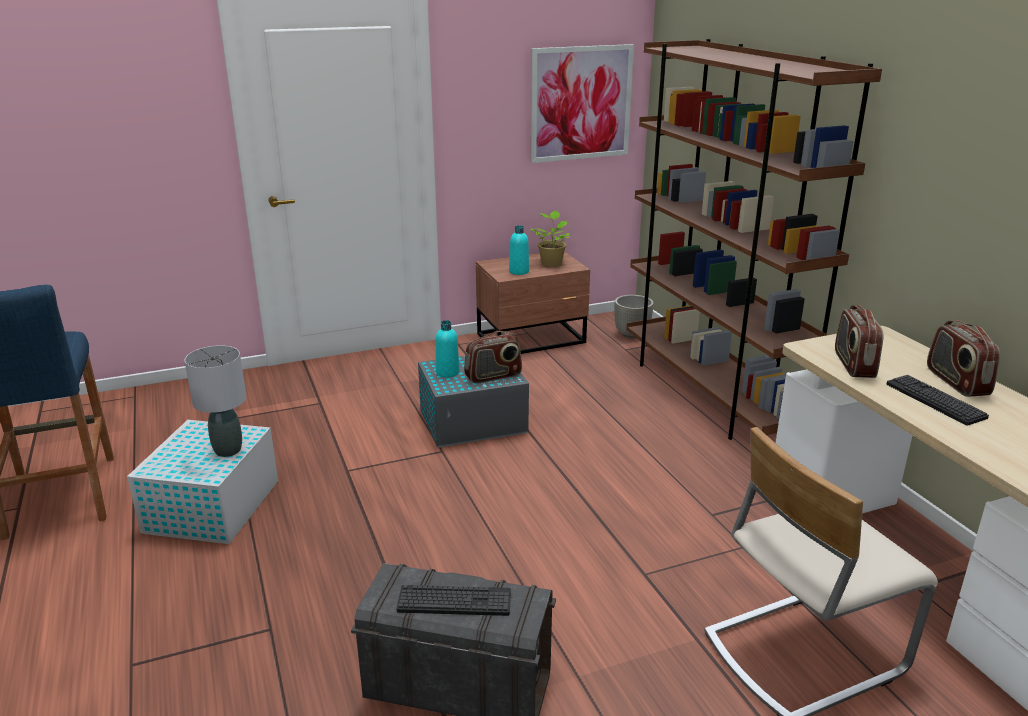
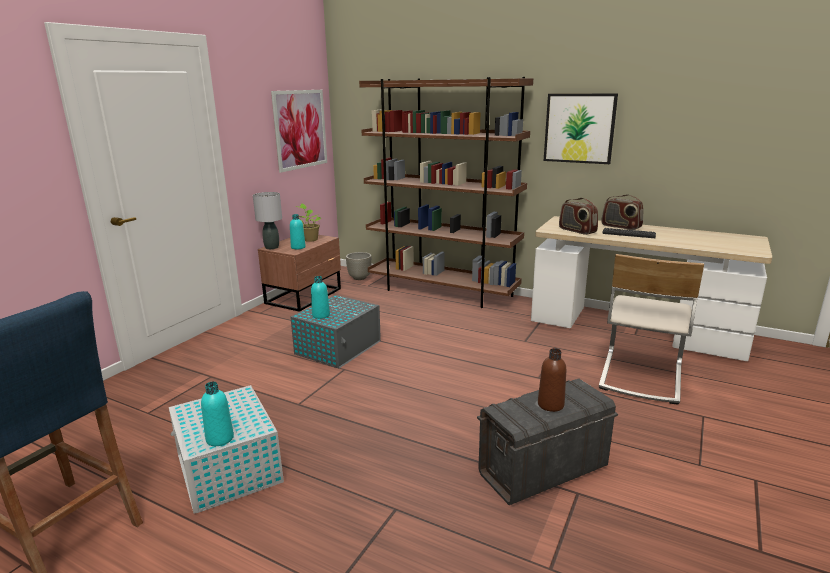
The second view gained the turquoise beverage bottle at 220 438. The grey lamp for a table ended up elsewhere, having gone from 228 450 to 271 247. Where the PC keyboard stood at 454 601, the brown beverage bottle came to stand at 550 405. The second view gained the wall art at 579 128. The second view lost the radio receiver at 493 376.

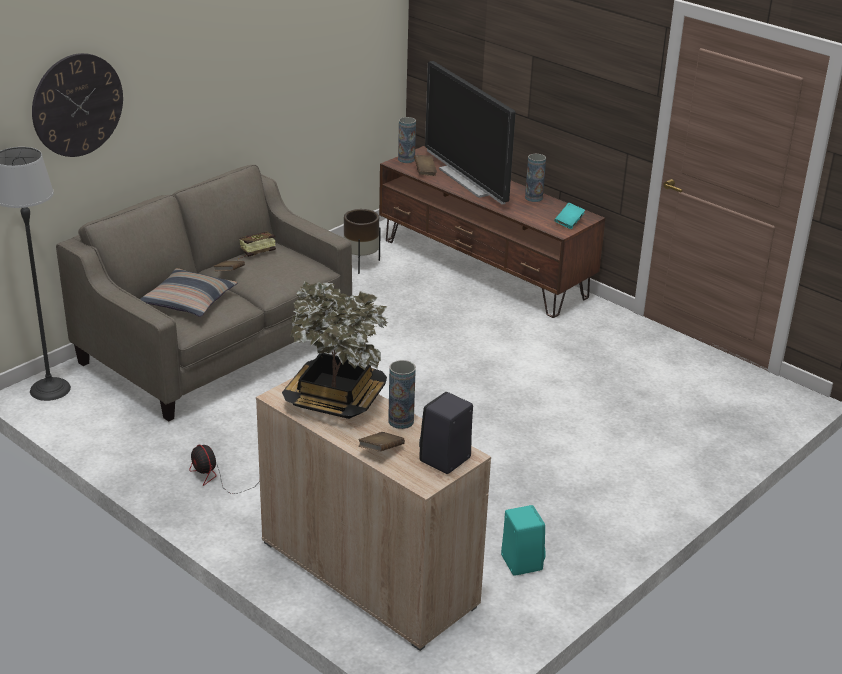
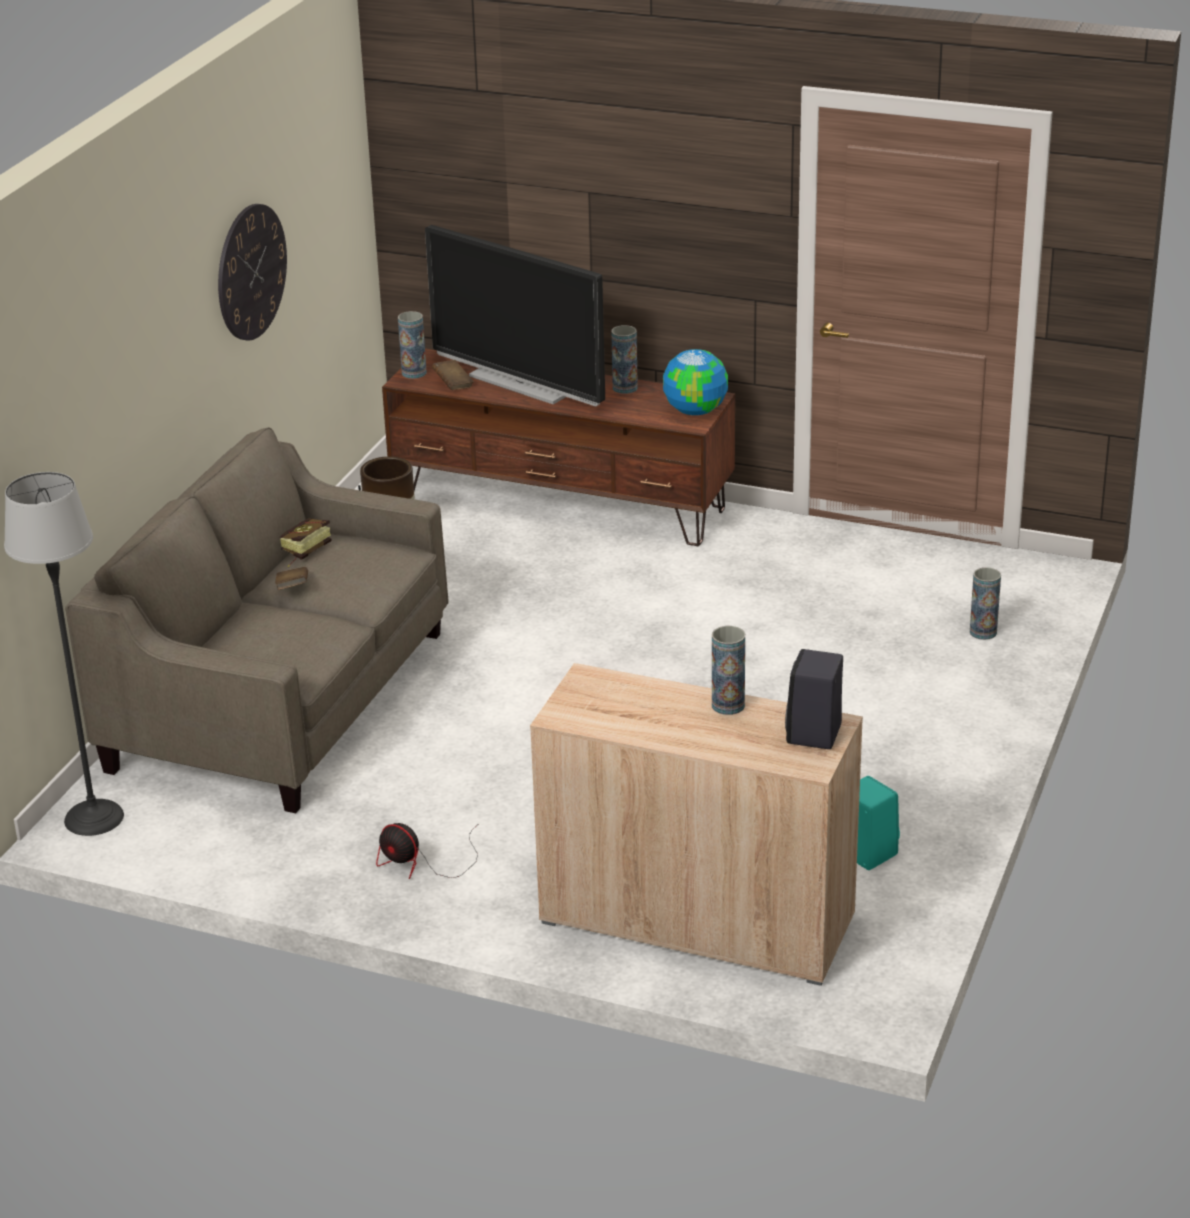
The hanging clock ended up elsewhere, having gone from 77 105 to 251 272. Where the turquoise book stood at 569 222, the globe came to stand at 695 411. The second view gained the flower vase at 983 632. The second view lost the throw pillow at 189 301. The second view lost the potted plant at 334 399. The second view lost the brown book at 381 451.

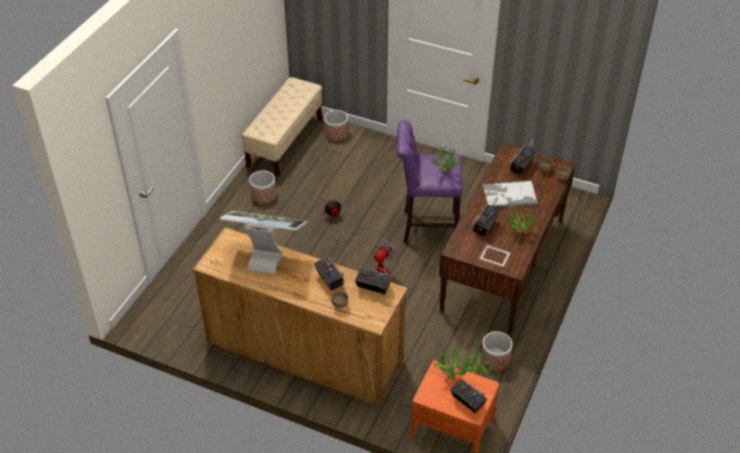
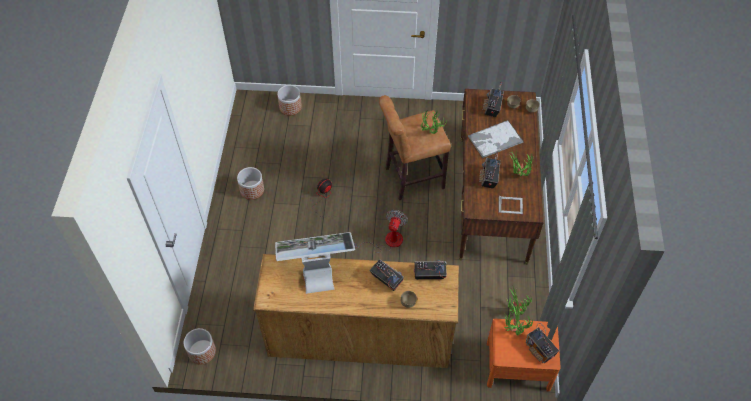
The planter ended up elsewhere, having gone from 495 359 to 202 352. What was the purple-coloured sitting stool at 426 227 turned into the brown sitting stool at 411 179. The radio receiver at 467 402 ended up facing another way, 150 degrees counterclockwise from before. The second view lost the beige bench at 285 143.

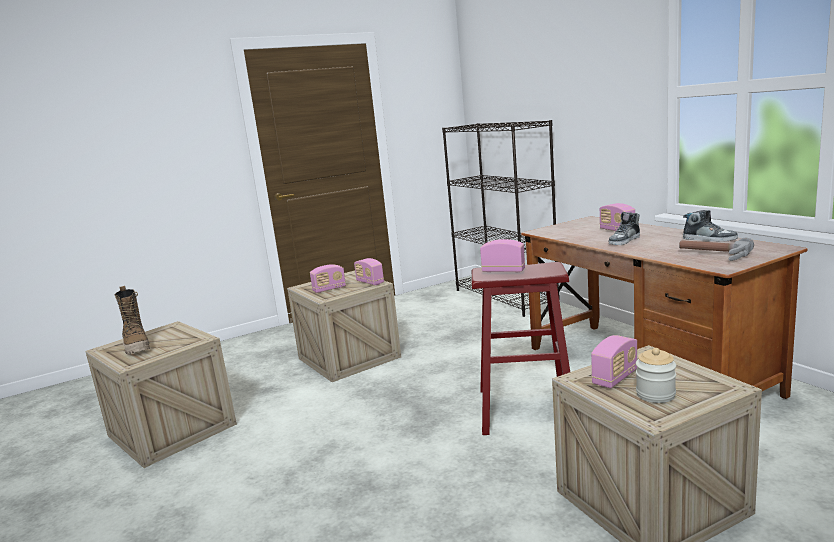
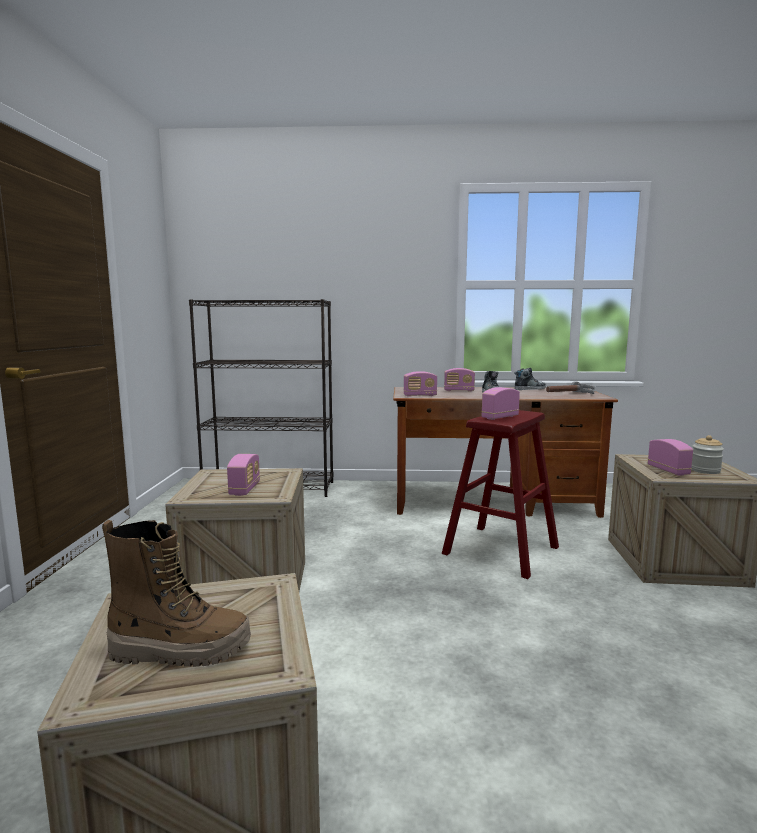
The radio receiver ended up elsewhere, having gone from 370 282 to 420 395.

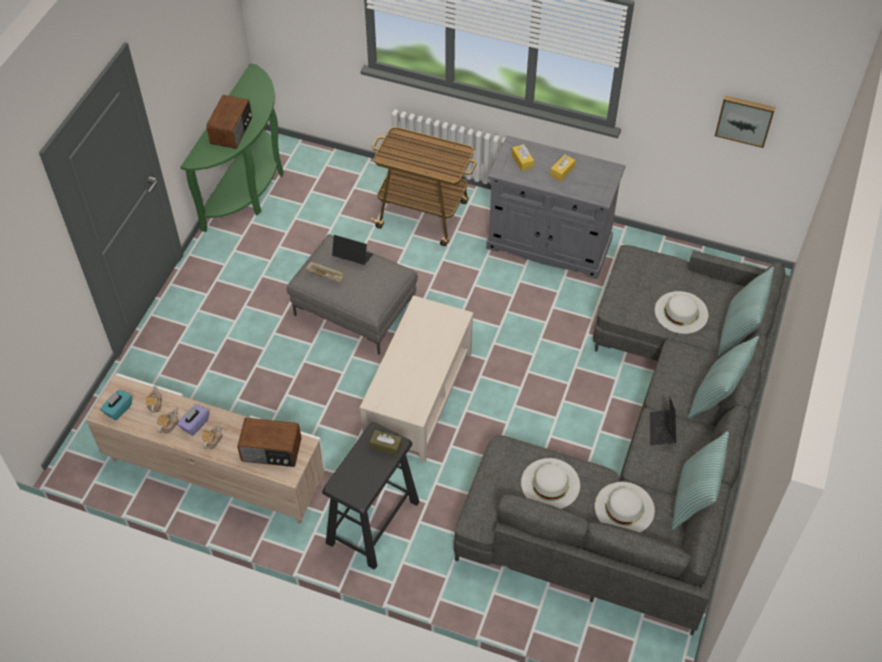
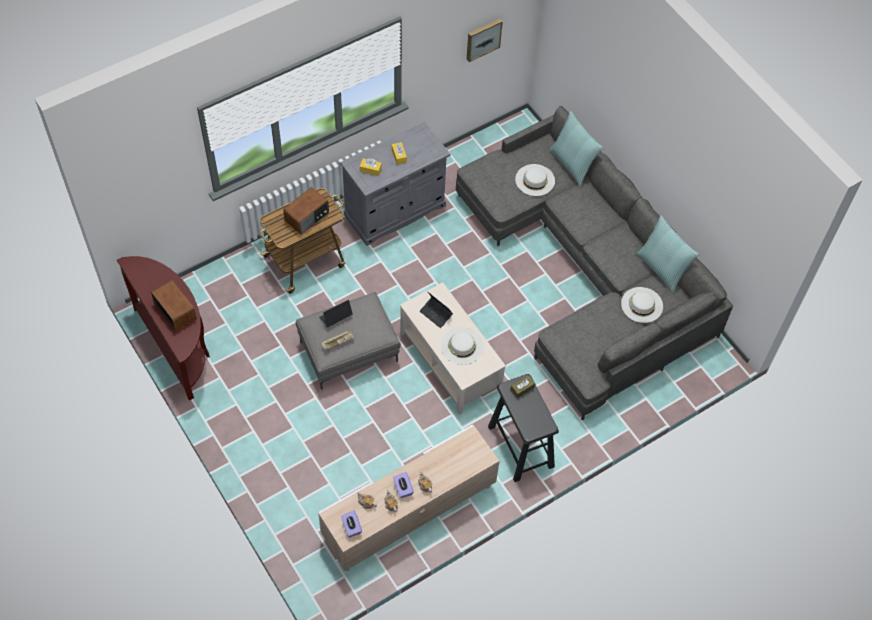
What was the greenish narrow table at 248 188 turned into the brown narrow table at 177 346. The radio receiver ended up elsewhere, having gone from 271 451 to 307 217. What was the turquoise box of tissues at 118 409 turned into the purple-coloured box of tissues at 351 527. The portable computer ended up elsewhere, having gone from 662 430 to 436 314. The whitish wearable hat ended up elsewhere, having gone from 550 484 to 462 346. The second view lost the throw pillow at 716 397.

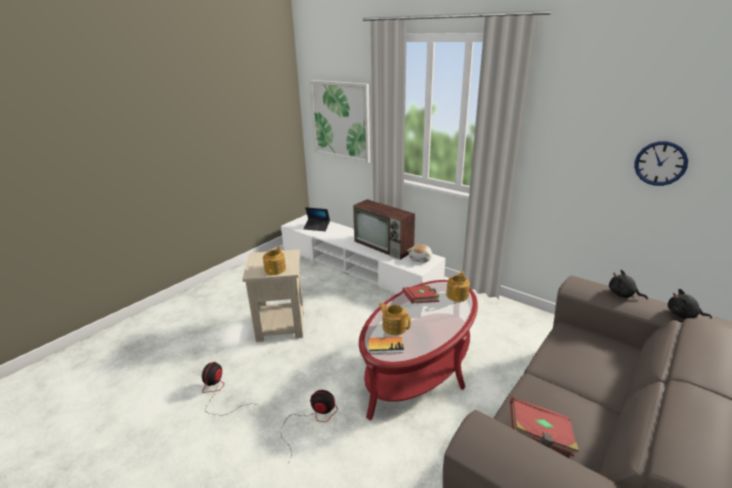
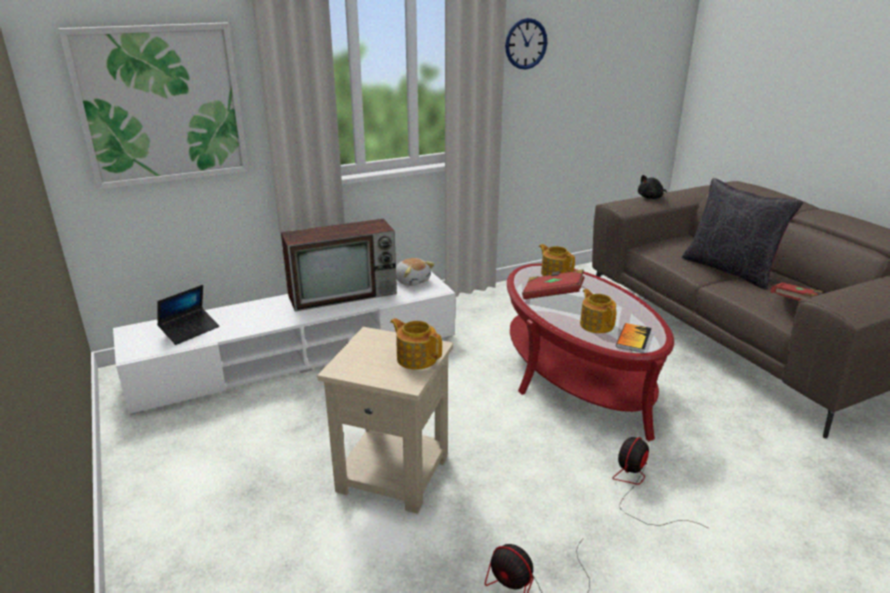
The hanging clock ended up elsewhere, having gone from 660 163 to 526 44. The tea pot at 394 327 ended up facing another way, 90 degrees clockwise from before. The second view gained the blackish throw pillow at 730 270. The second view lost the blackish plush toy at 683 315.

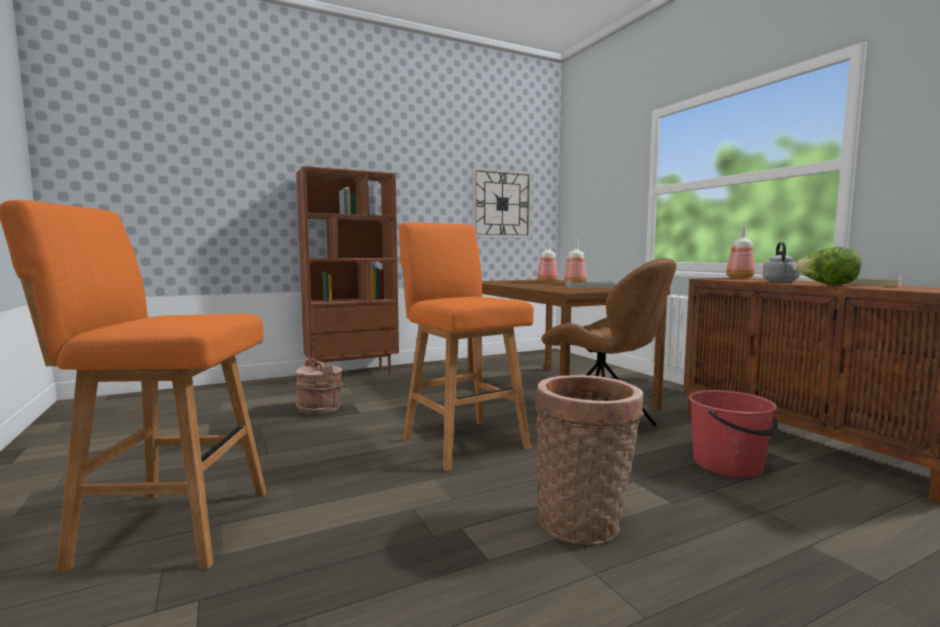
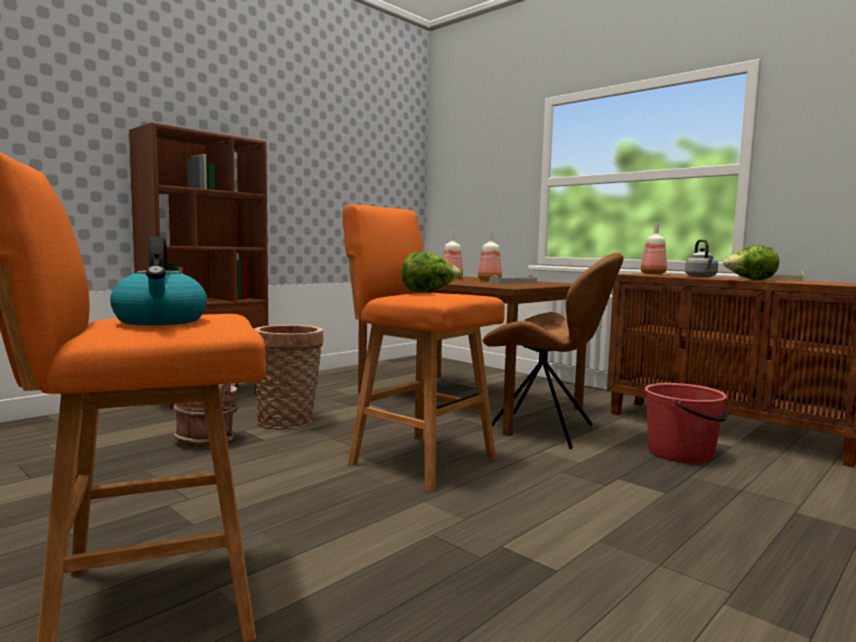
The second view gained the kettle at 161 321. The household basket ended up elsewhere, having gone from 584 524 to 289 422. The second view gained the lettuce head at 428 292. The second view lost the hanging clock at 501 204.

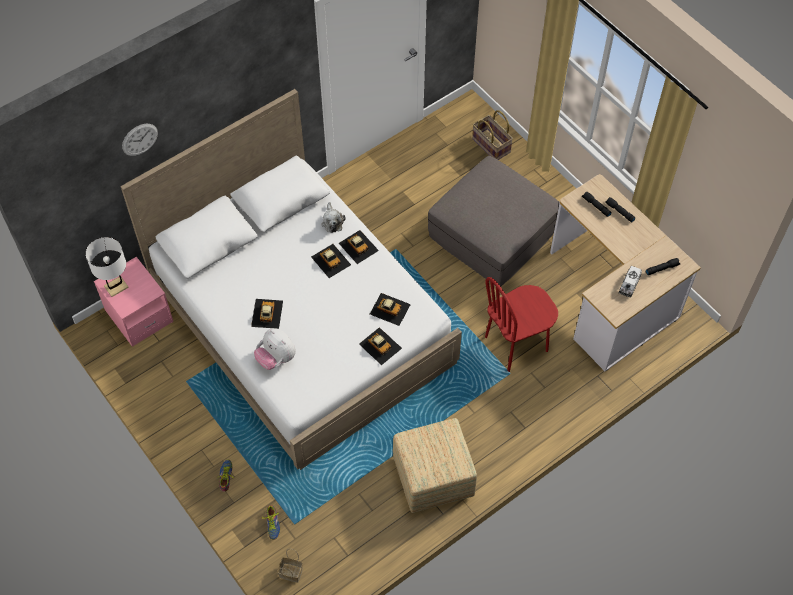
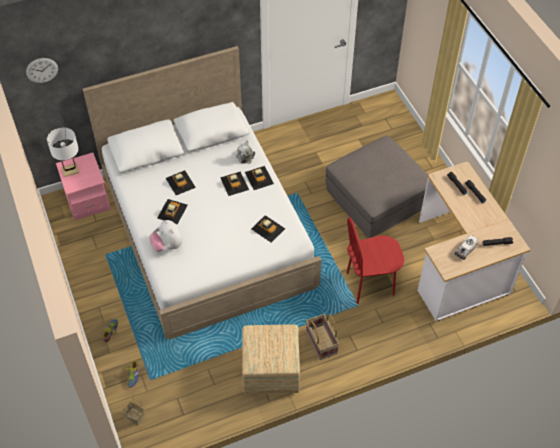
The hanging clock ended up elsewhere, having gone from 139 139 to 42 70. The miniature car ended up elsewhere, having gone from 380 345 to 180 182. The household basket ended up elsewhere, having gone from 490 145 to 321 342.

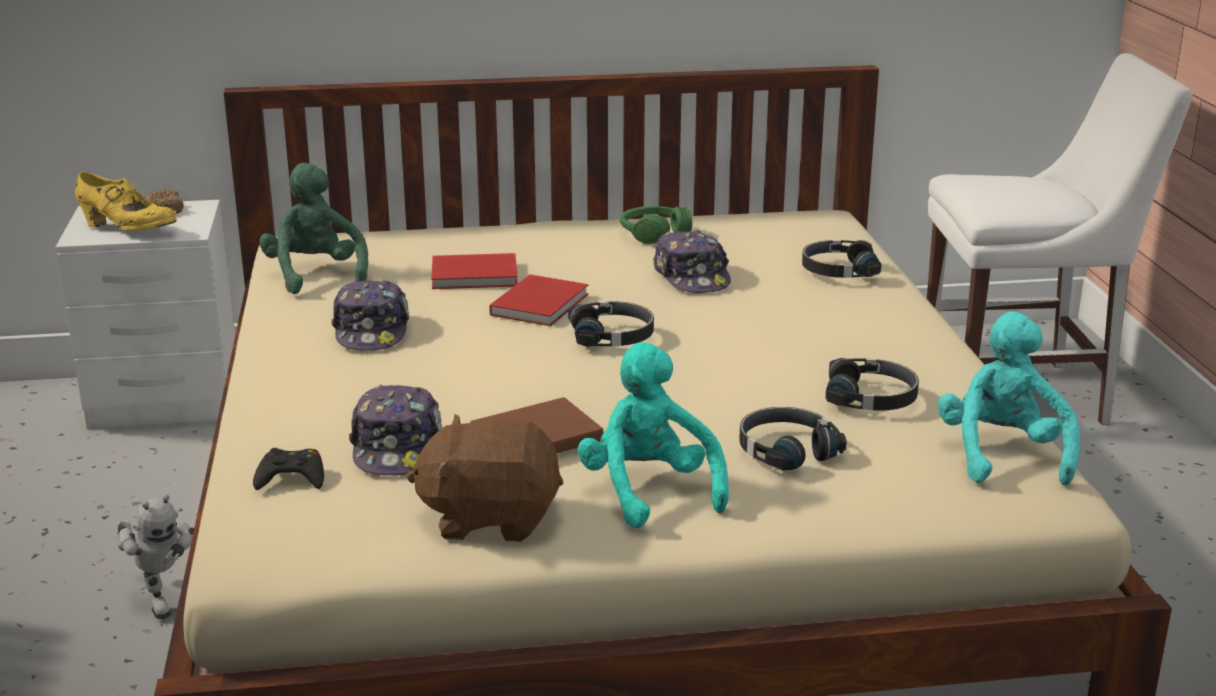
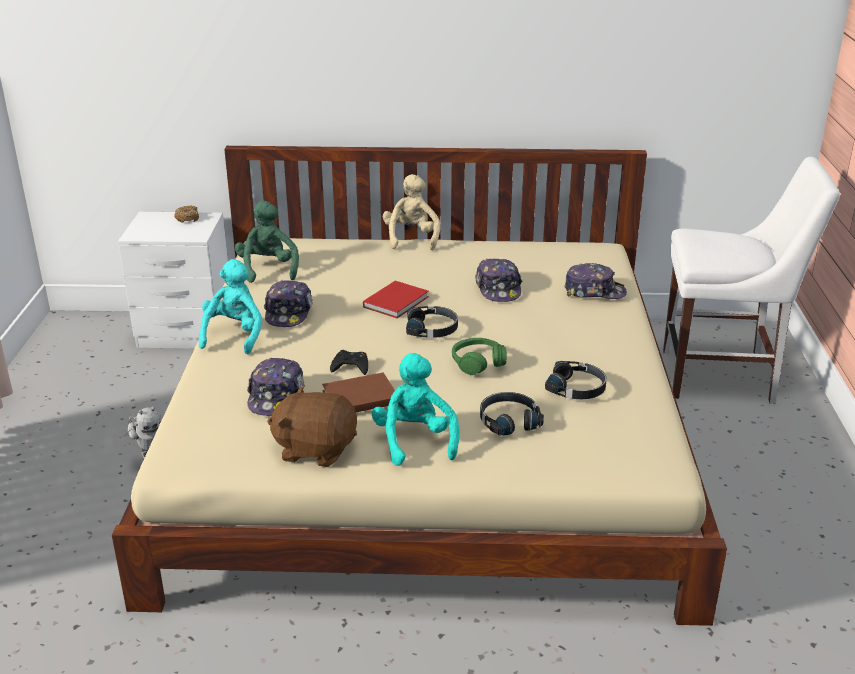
The turquoise plush toy ended up elsewhere, having gone from 1002 455 to 234 335. The blackish game controller ended up elsewhere, having gone from 291 477 to 351 366. The second view gained the beige plush toy at 411 238. The greenish headset ended up elsewhere, having gone from 654 234 to 478 363. Where the blackish headset stood at 838 270, the peaked cap came to stand at 594 291. The second view lost the yellow-coloured shoe at 128 230. The second view lost the reddish book at 477 276.

